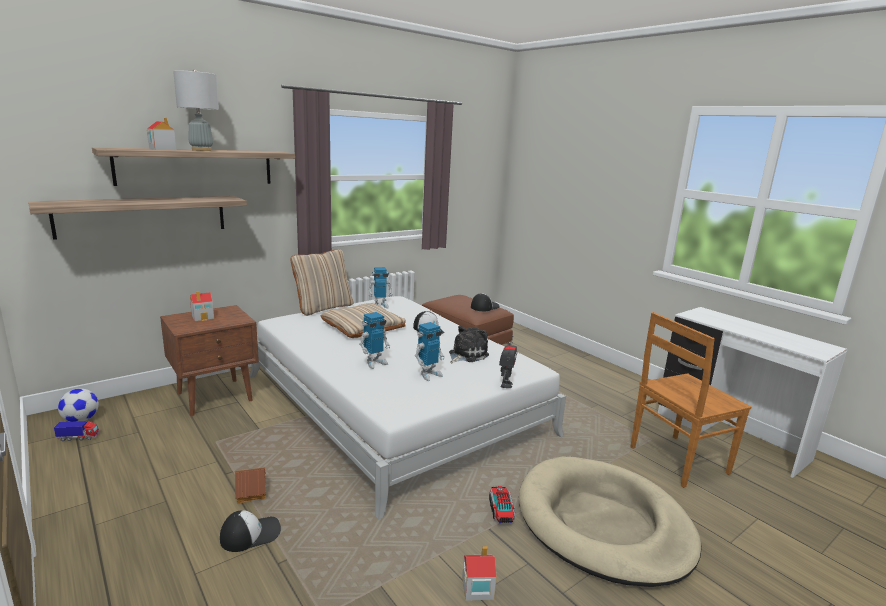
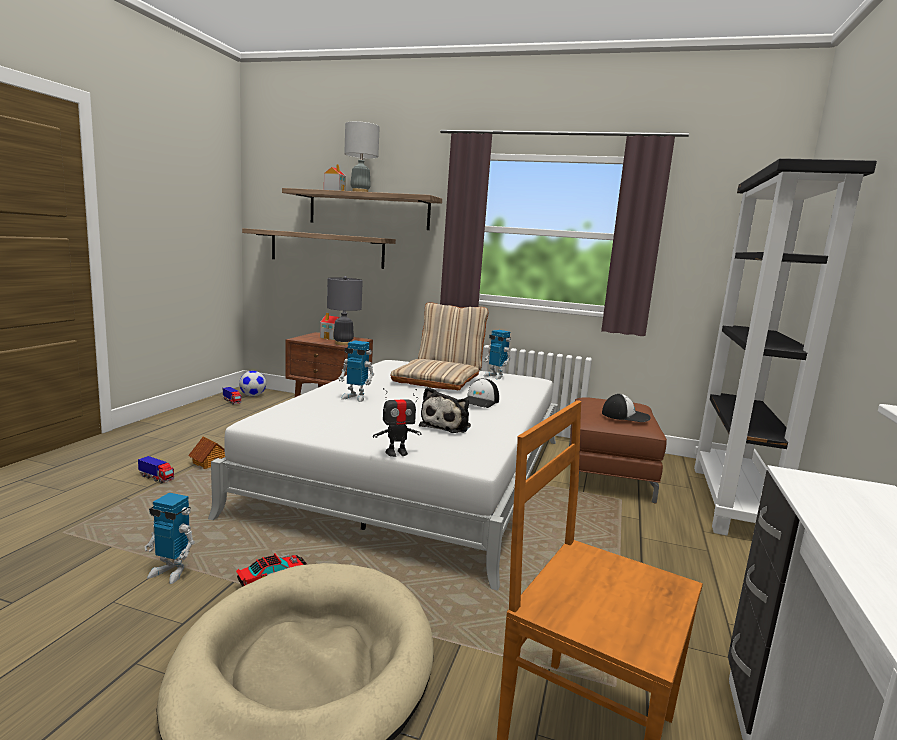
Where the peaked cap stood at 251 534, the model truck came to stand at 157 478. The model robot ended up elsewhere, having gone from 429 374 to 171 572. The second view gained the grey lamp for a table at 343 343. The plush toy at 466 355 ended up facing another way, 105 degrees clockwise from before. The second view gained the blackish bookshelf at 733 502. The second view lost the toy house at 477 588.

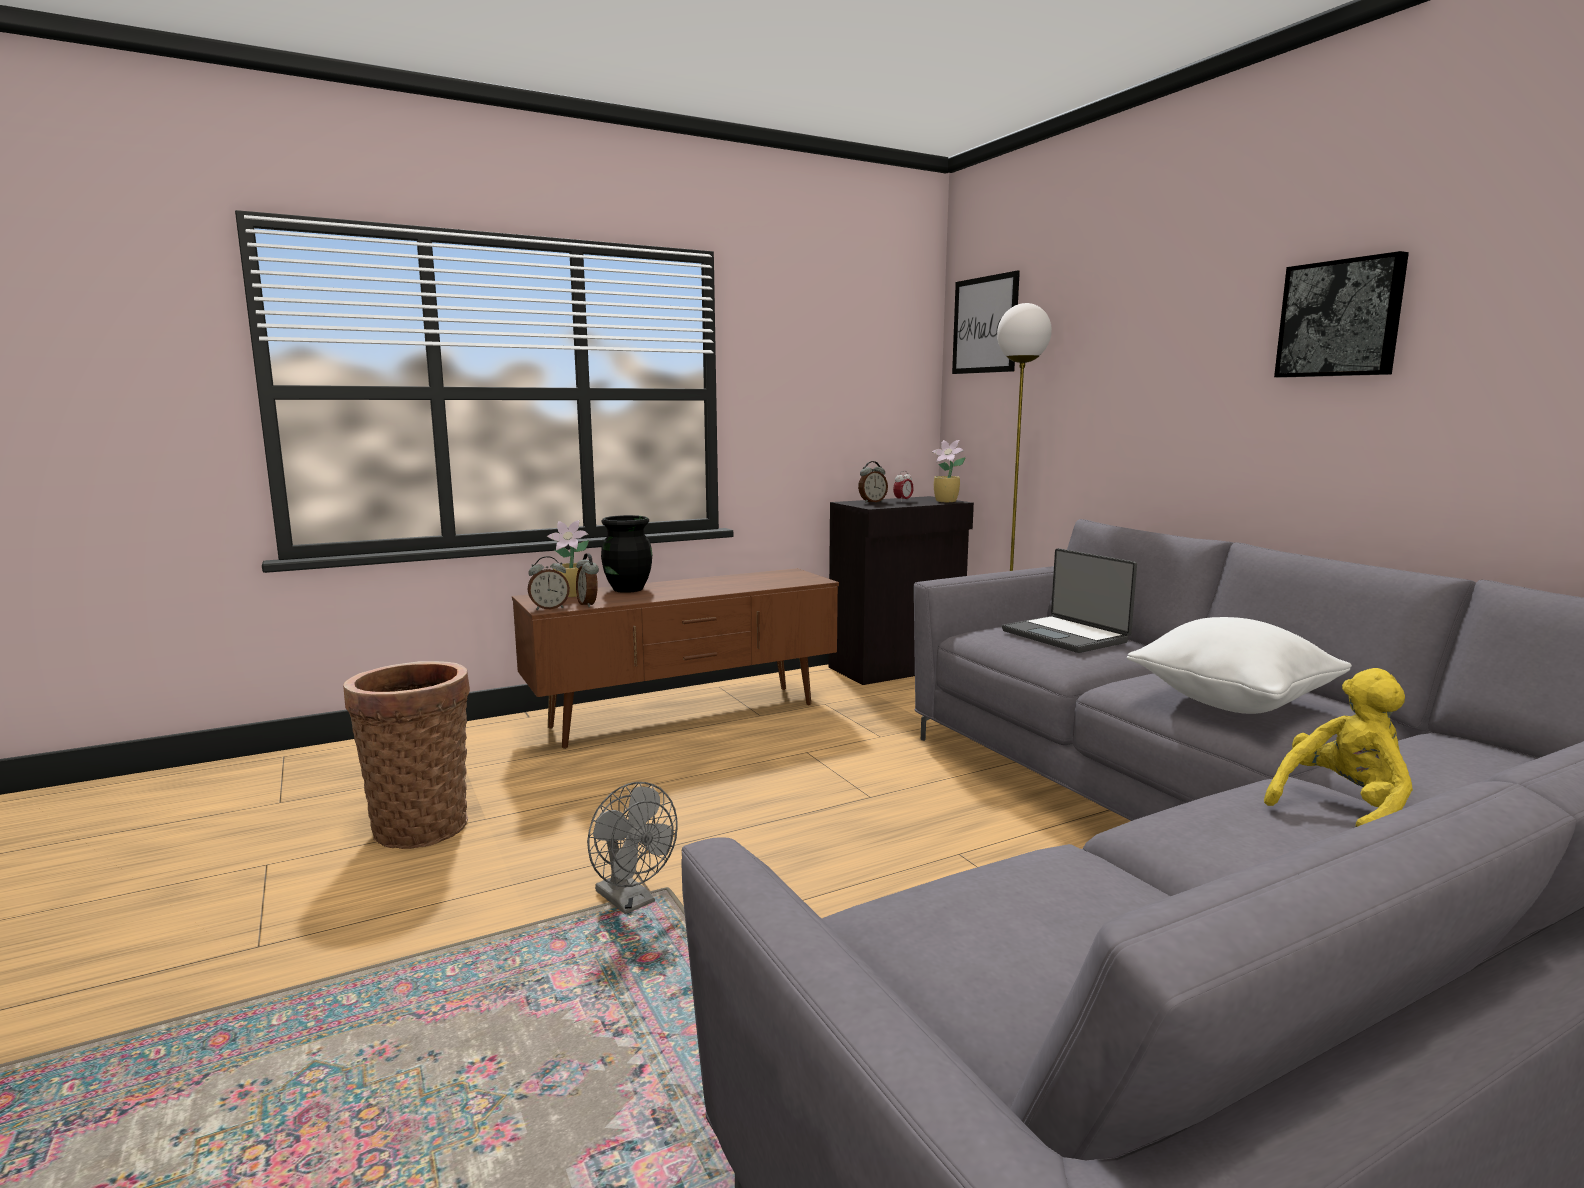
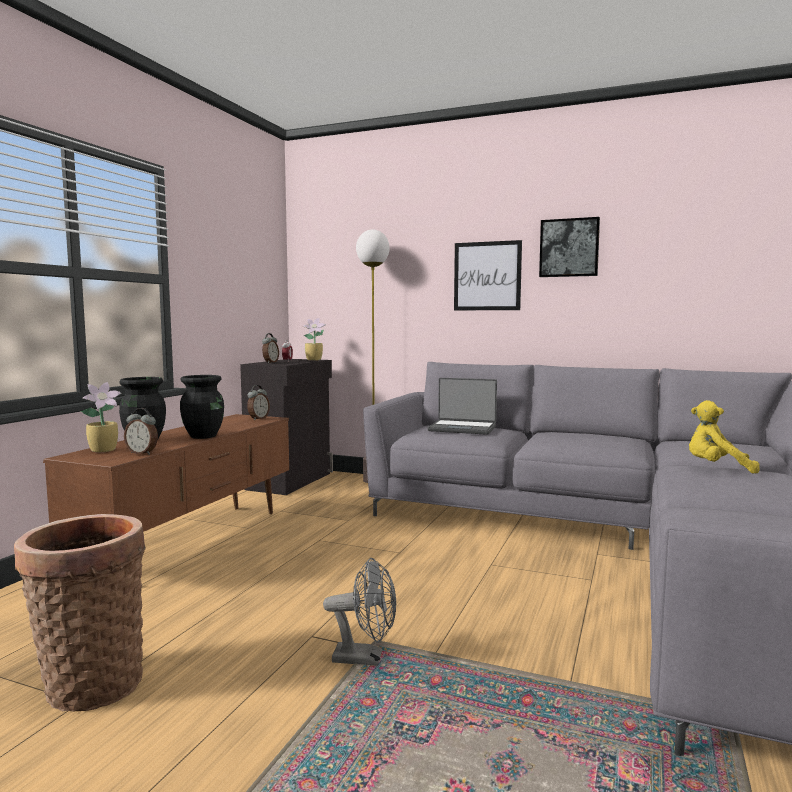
The second view gained the blackish flower vase at 204 436. The bedside clock ended up elsewhere, having gone from 549 608 to 258 419. The wall art ended up elsewhere, having gone from 985 325 to 487 276. The yellow-coloured plush toy at 1342 809 ended up facing another way, 90 degrees counterclockwise from before. The second view lost the whitish throw pillow at 1232 703.

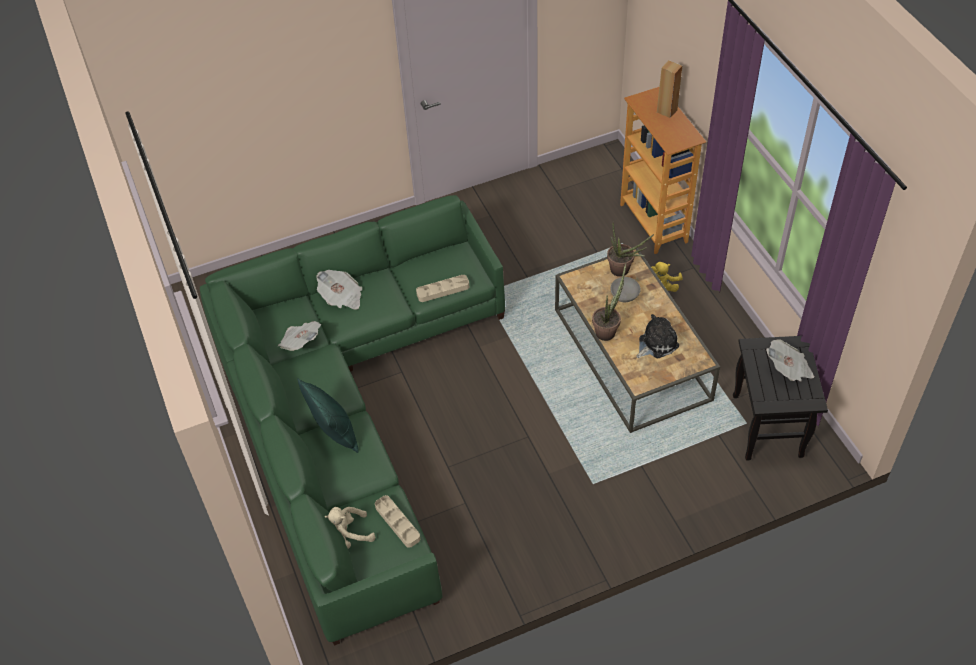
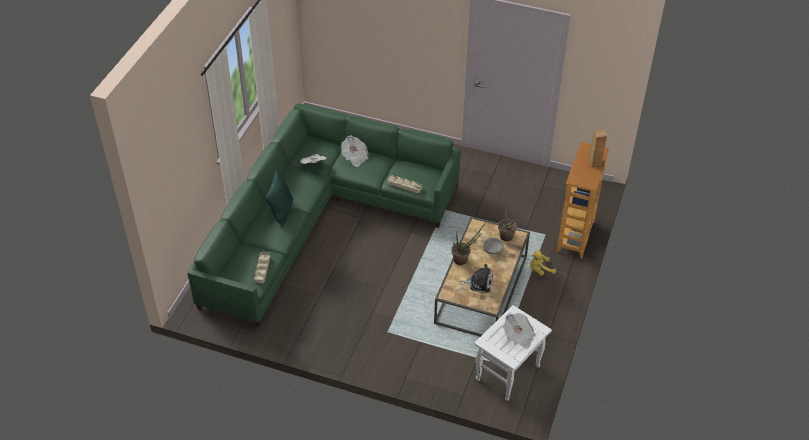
What was the blackish end table at 768 427 turned into the whitish end table at 507 374. The second view lost the beige plush toy at 349 535.

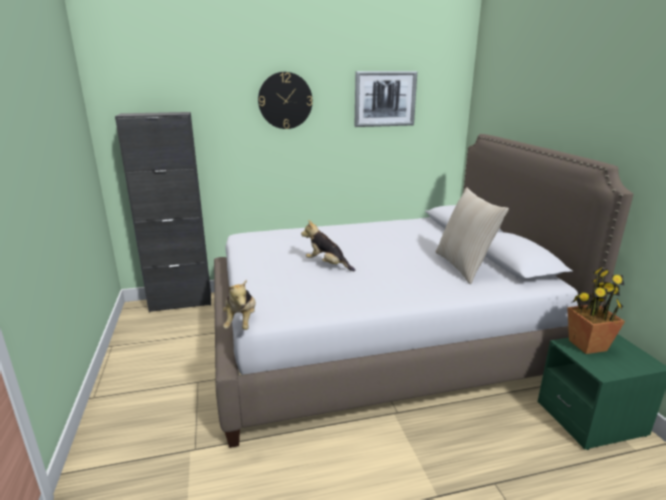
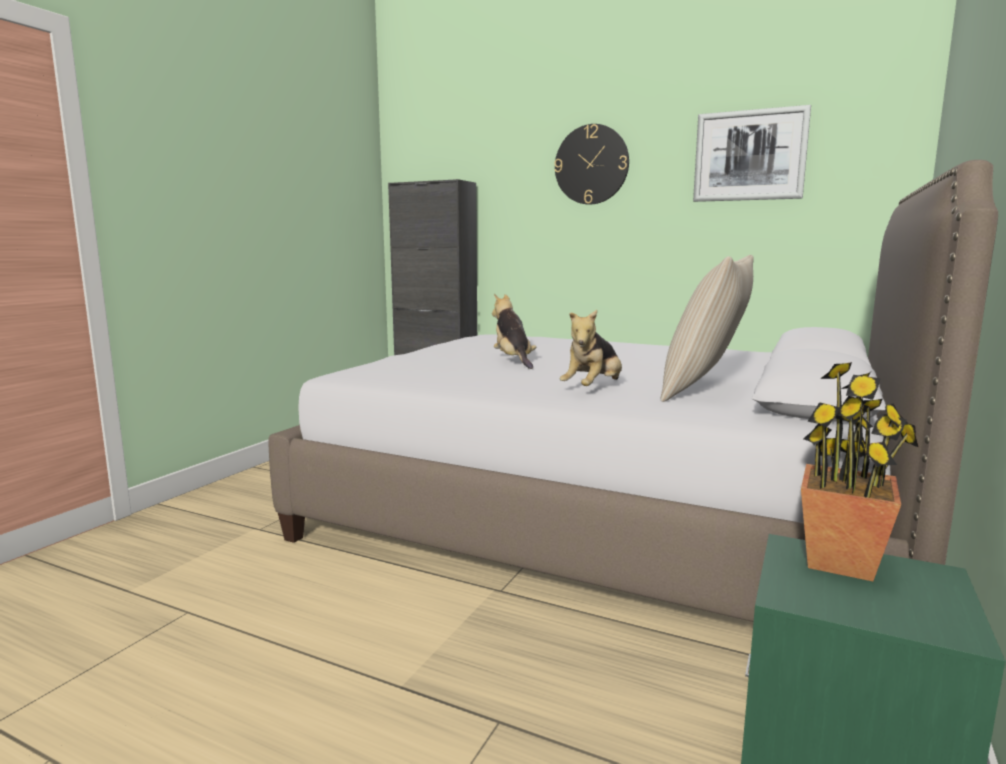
The plush toy ended up elsewhere, having gone from 241 322 to 593 389.

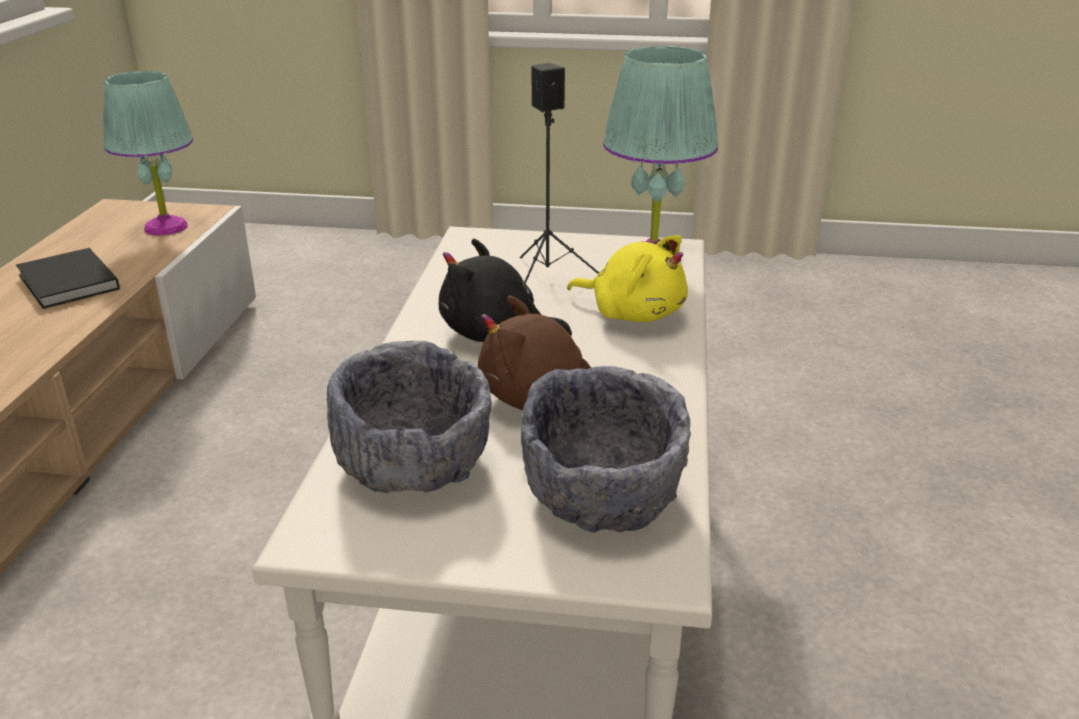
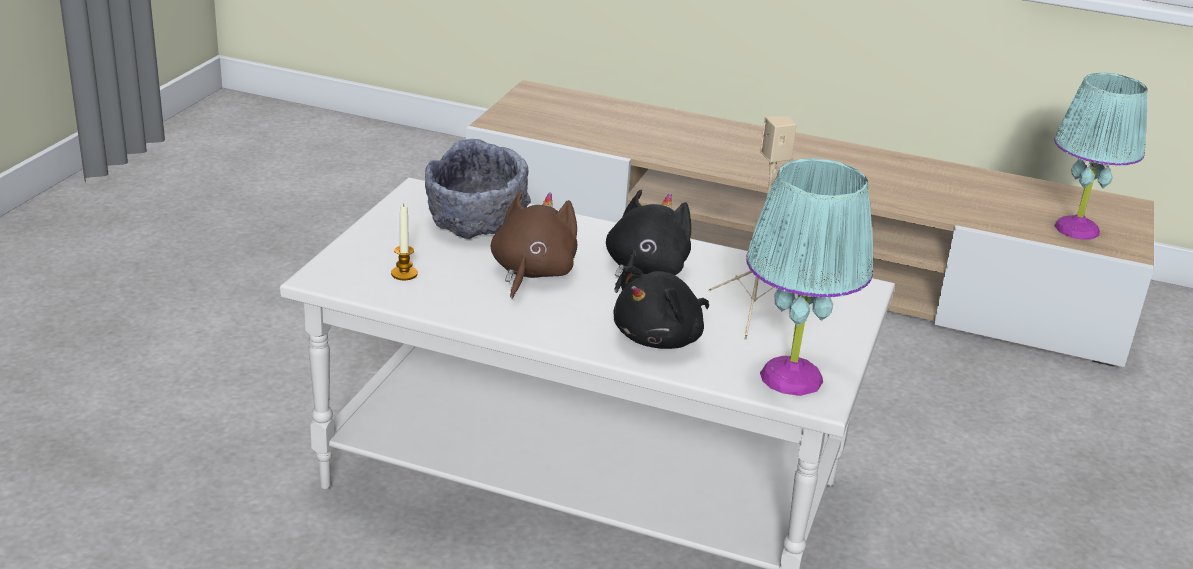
Where the grey serving bowl stood at 603 494, the candle came to stand at 404 274. What was the yellow-coloured plush toy at 633 313 turned into the blackish plush toy at 661 338. What was the blackish loudspeaker at 548 277 turned into the beige loudspeaker at 753 312. The second view lost the blackish book at 68 283.

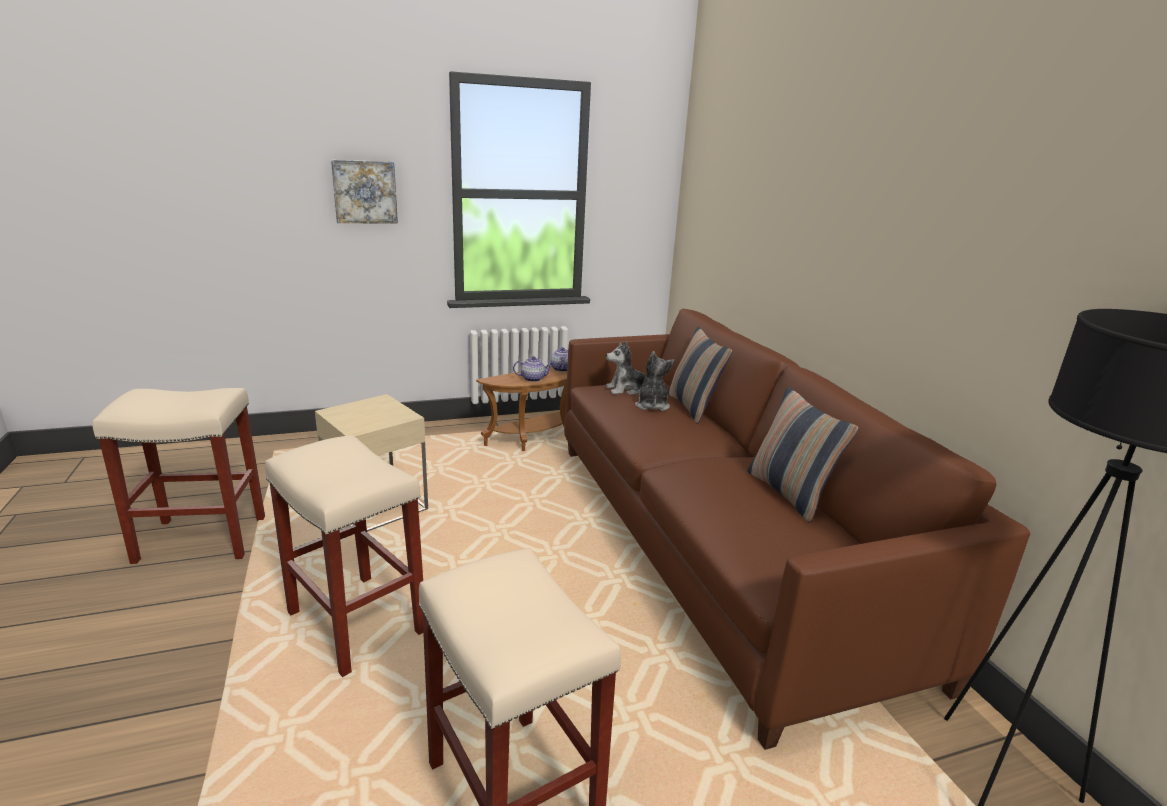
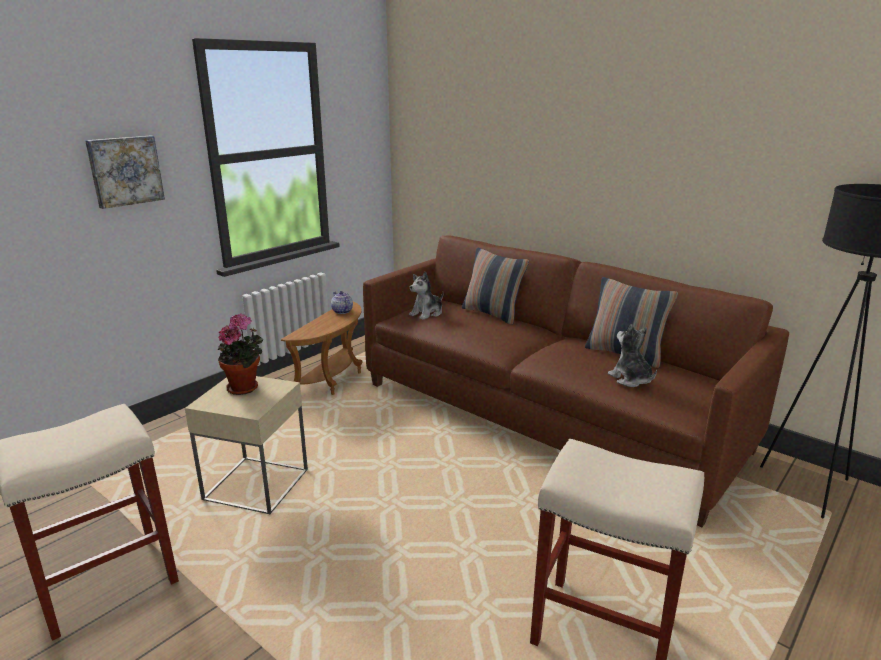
The second view gained the potted plant at 245 387. The plush toy ended up elsewhere, having gone from 651 405 to 631 379. The second view lost the beige sitting stool at 354 621. The second view lost the tea pot at 533 379.

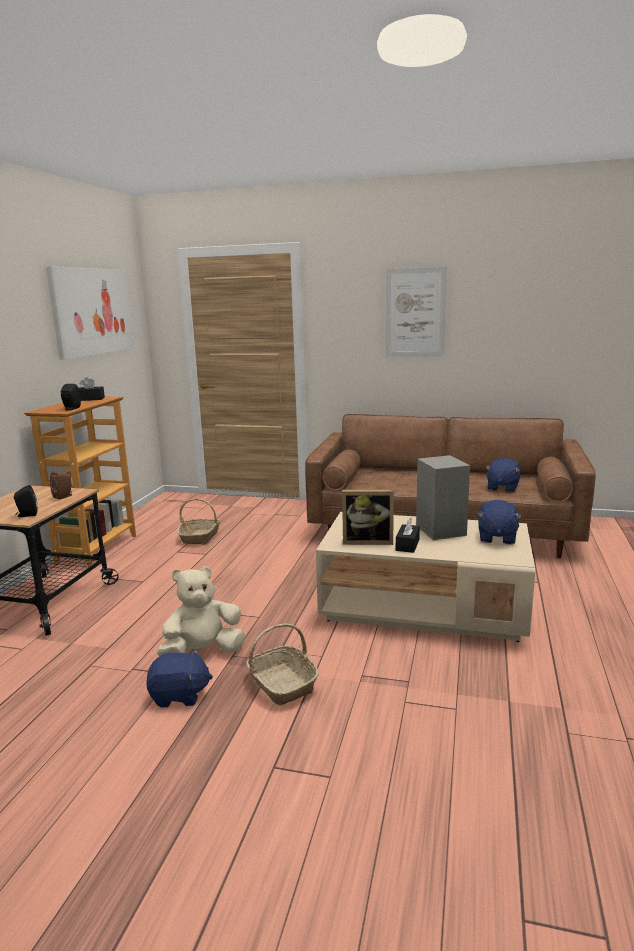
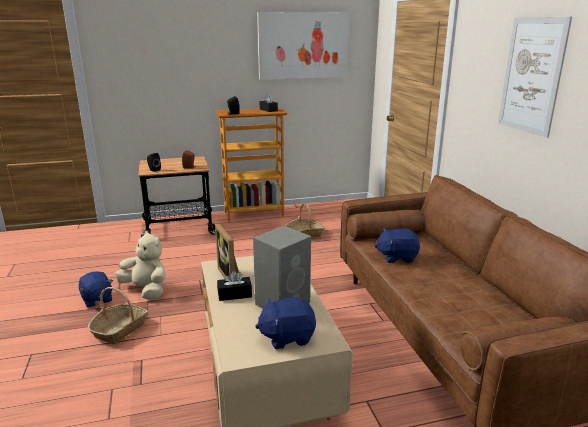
The blue plush toy ended up elsewhere, having gone from 502 487 to 396 257.

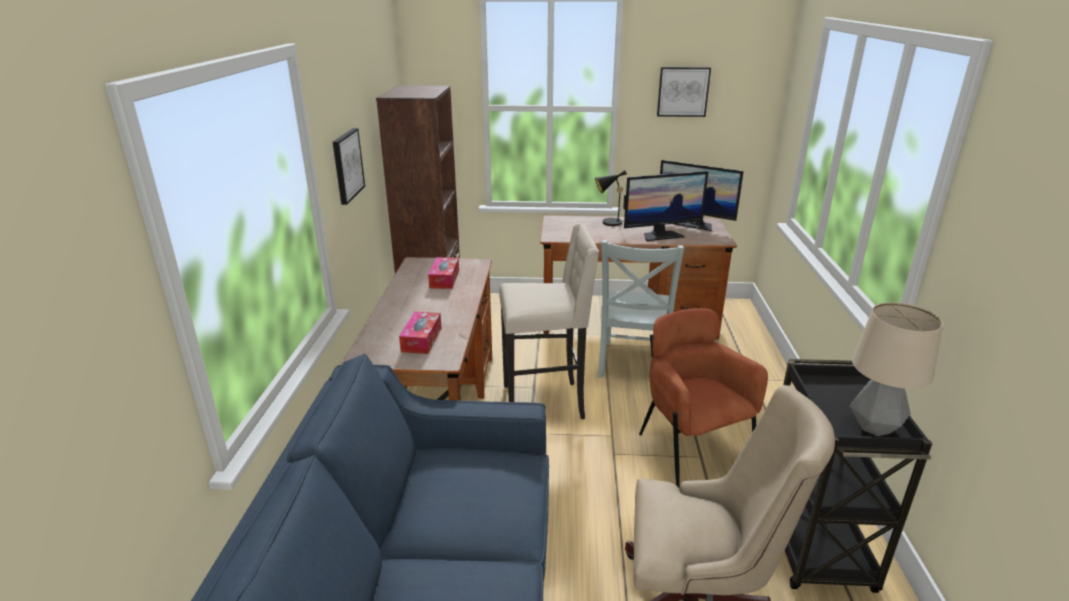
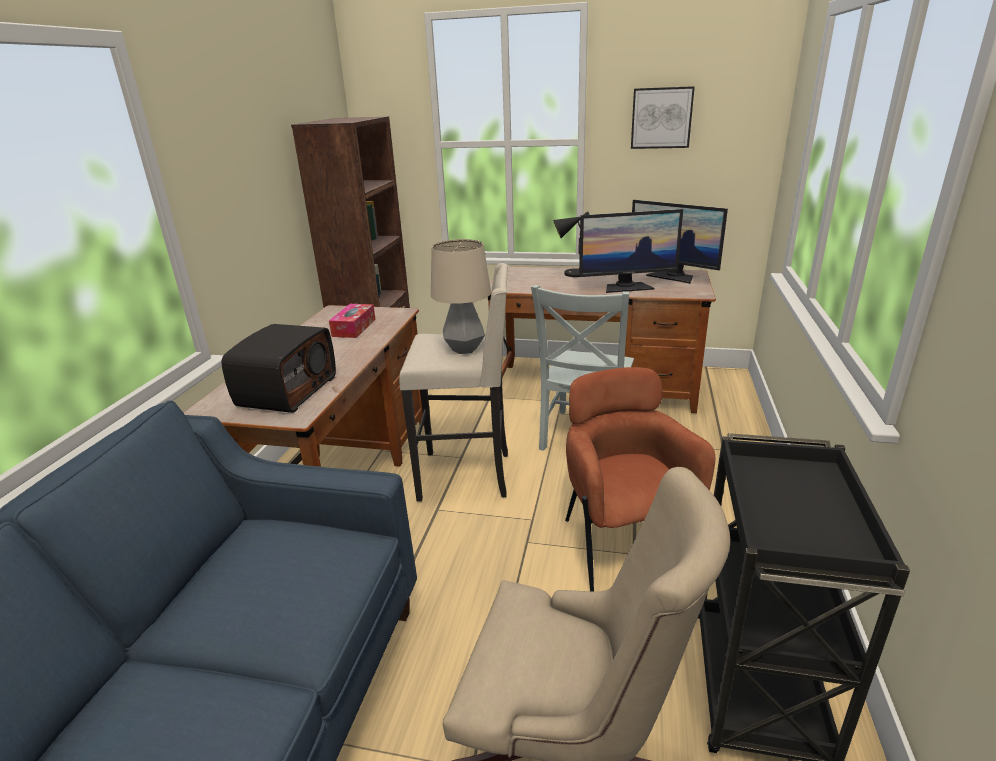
Where the box of tissues stood at 421 339, the radio receiver came to stand at 286 391. The lamp for a table ended up elsewhere, having gone from 875 427 to 464 349. The second view lost the wall art at 347 165.

